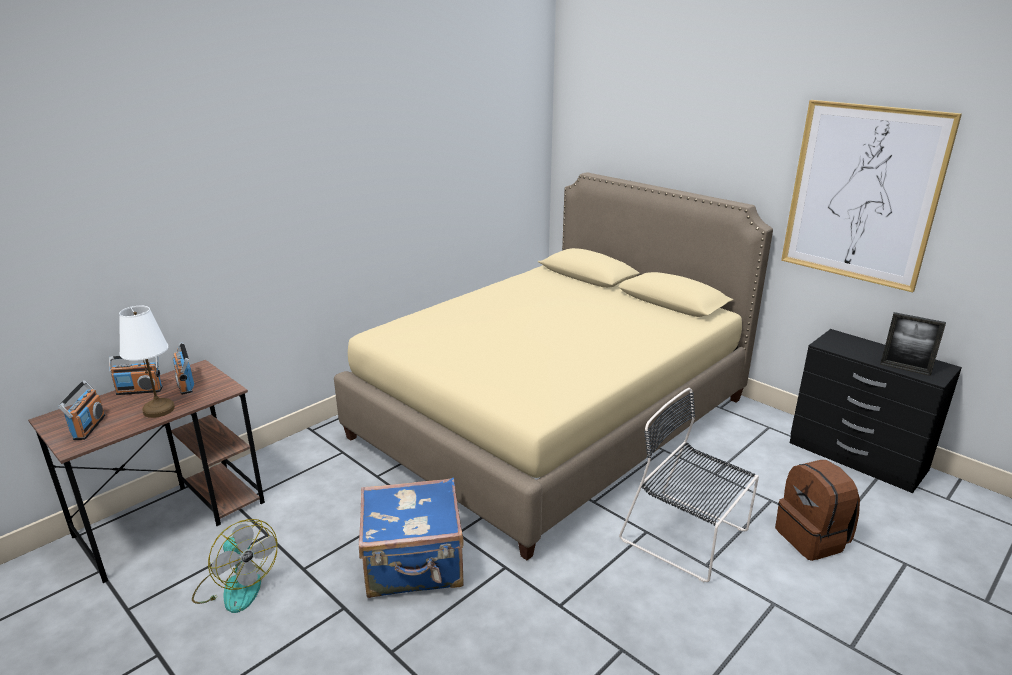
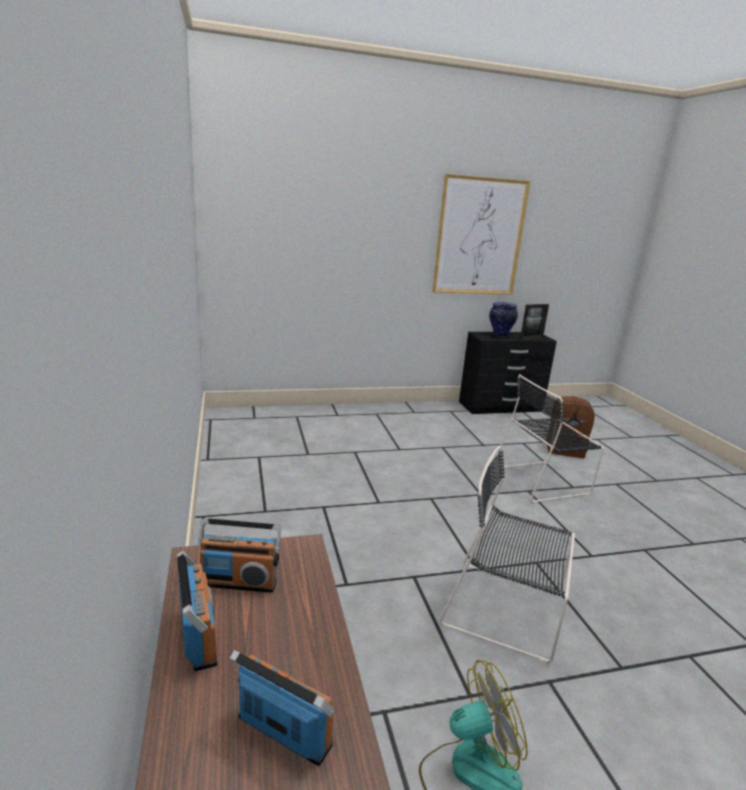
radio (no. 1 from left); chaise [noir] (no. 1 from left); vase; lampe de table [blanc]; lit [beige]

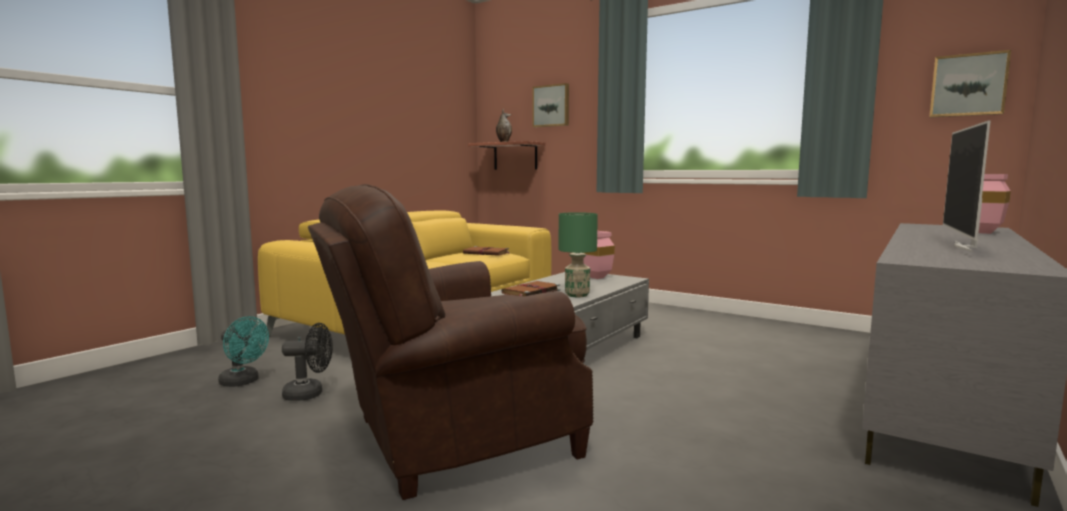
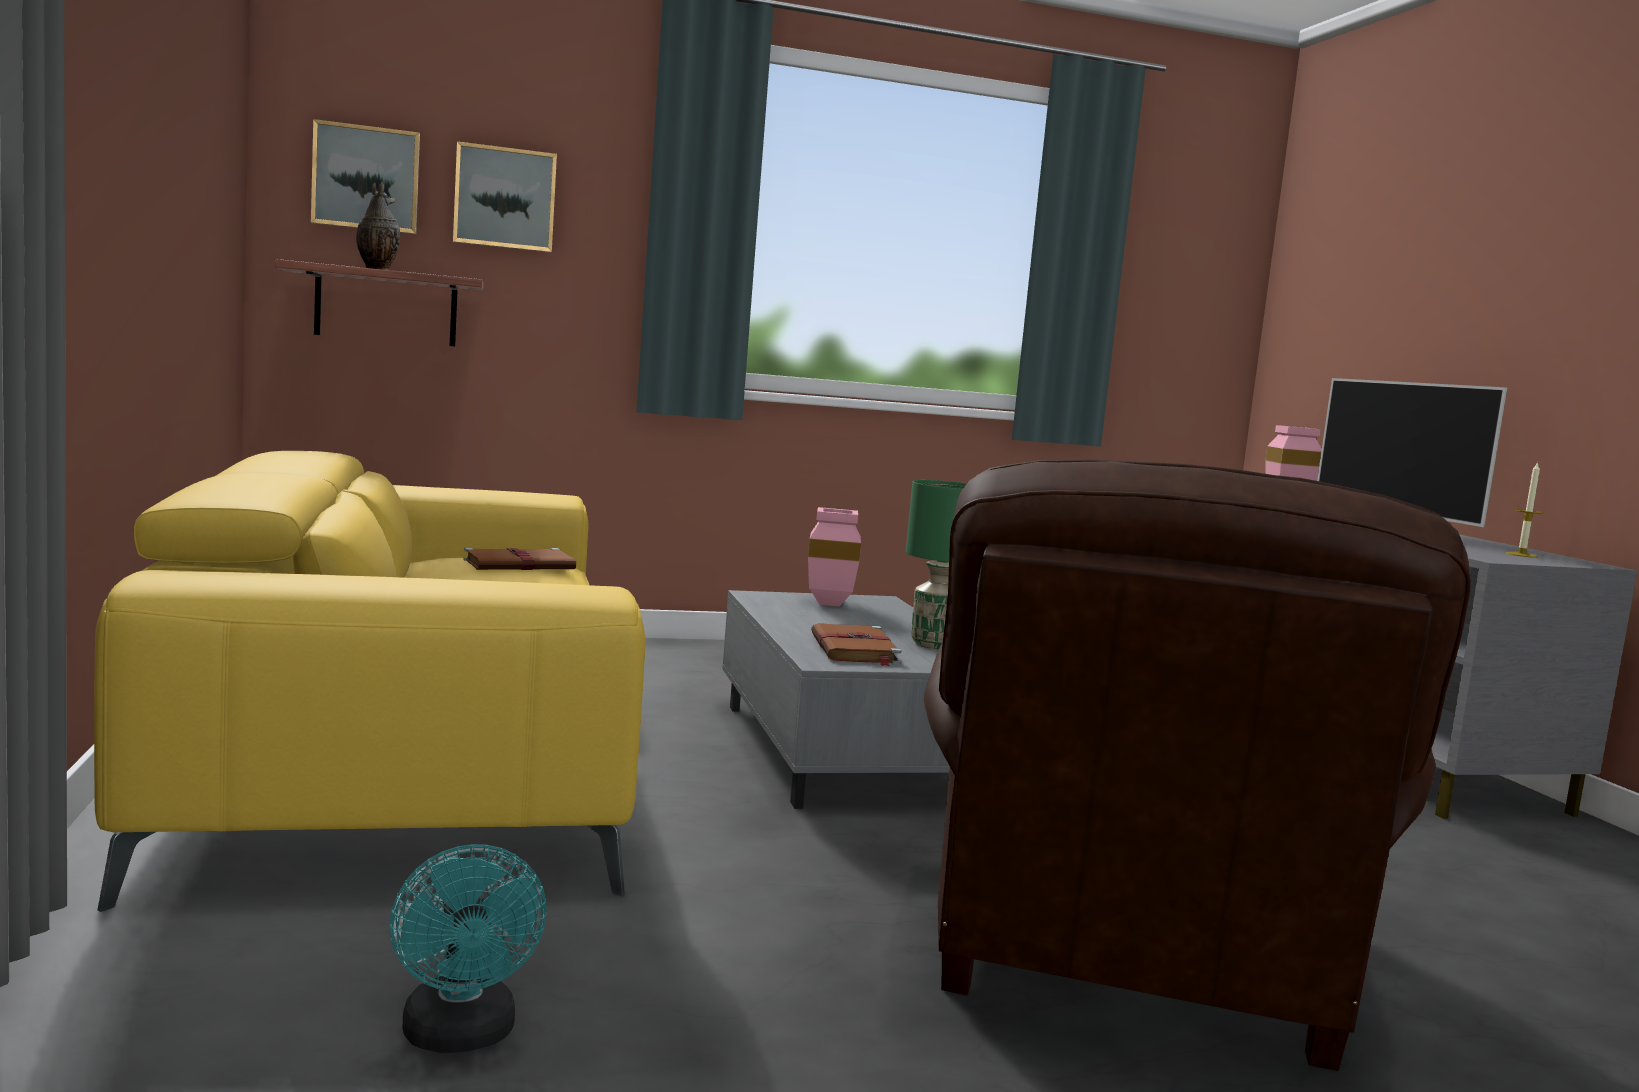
tableau (no. 1 from left); ventilateur [turquoise]; bougie; ventilateur [noir]

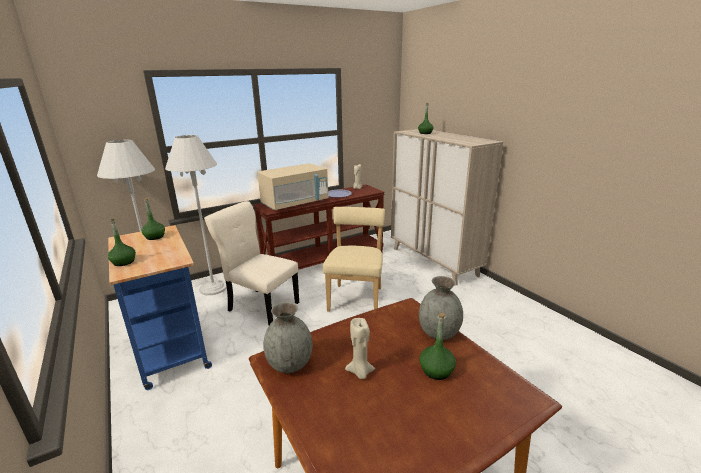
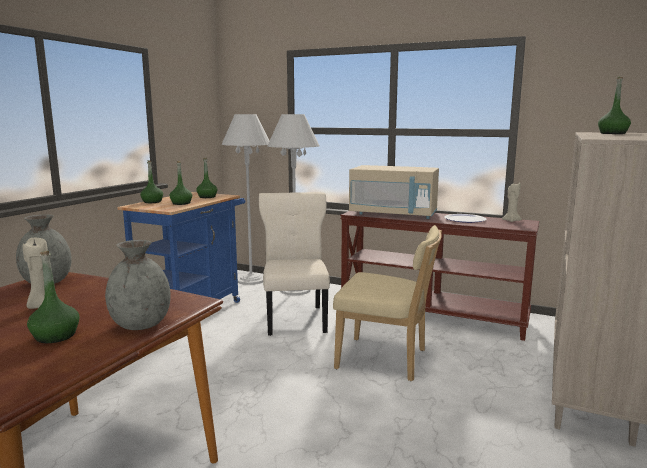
bouteille [vert] (no. 3 from left); chaise [beige] (no. 2 from left)

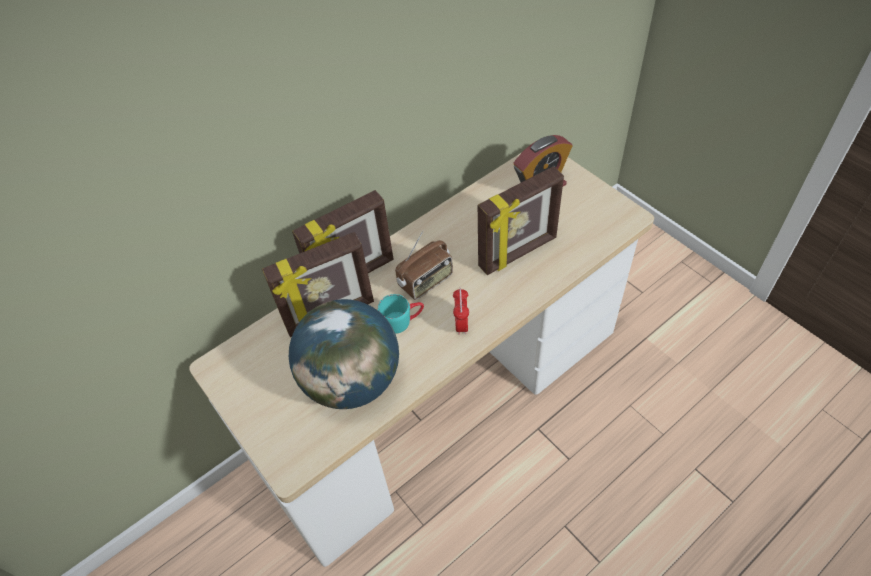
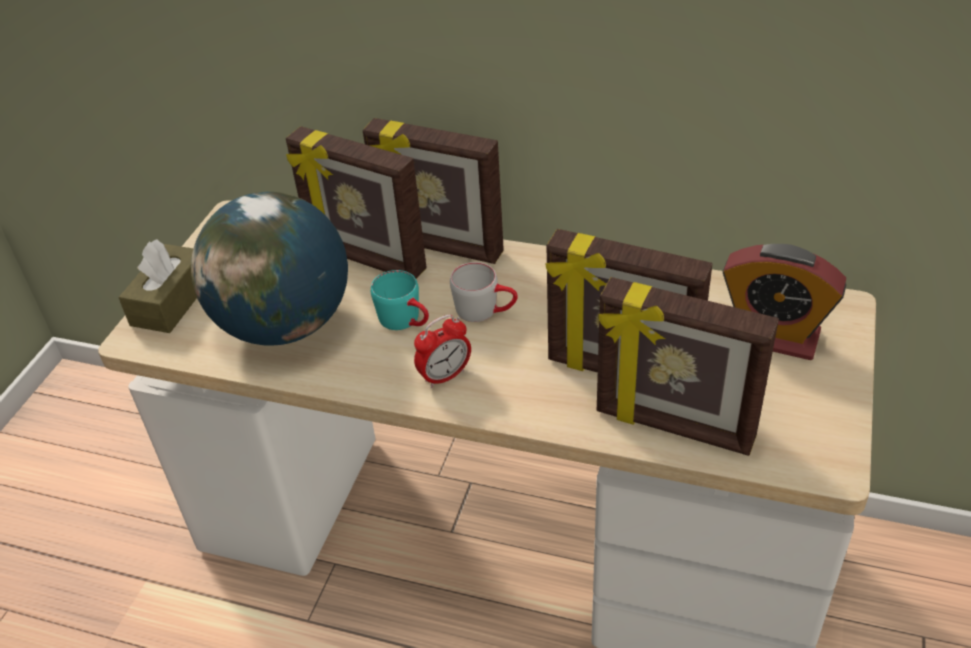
boîte à mouchoirs [marron]; mug [gris]; cadre photo (no. 4 from left)

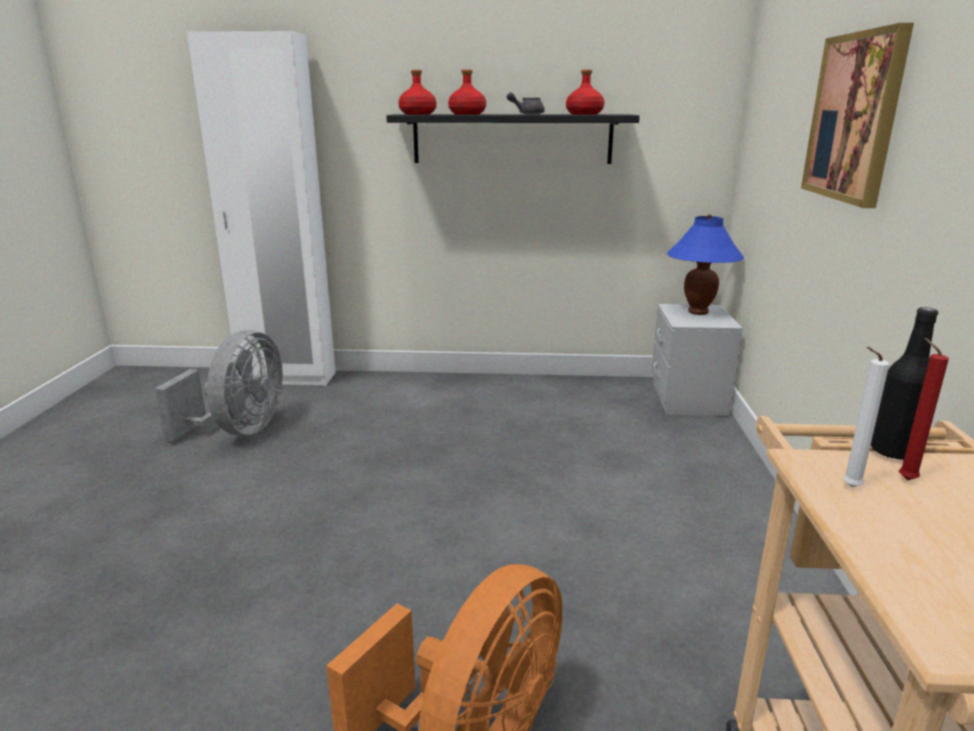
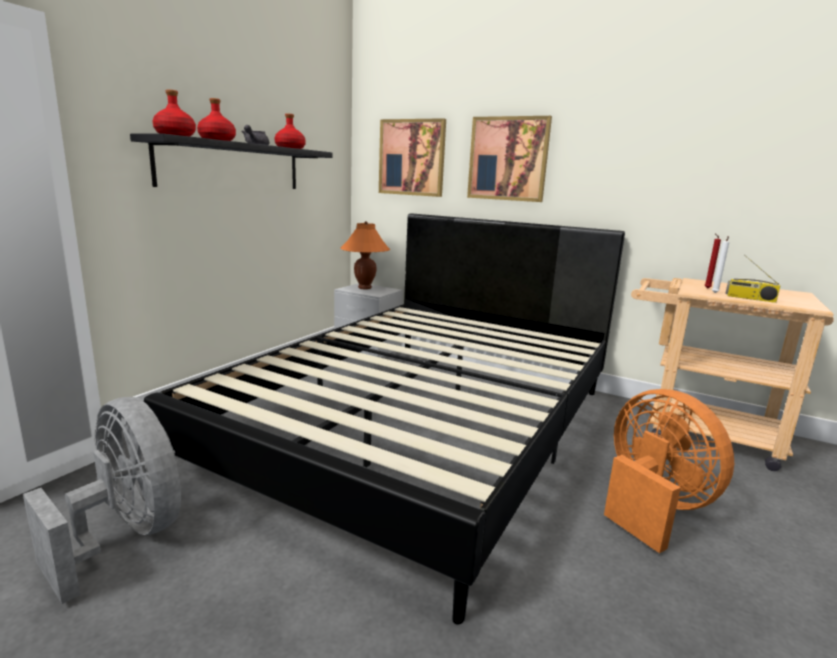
lit [noir]; lampe de table [orange]; tableau (no. 1 from left); radio; bouteille [noir]

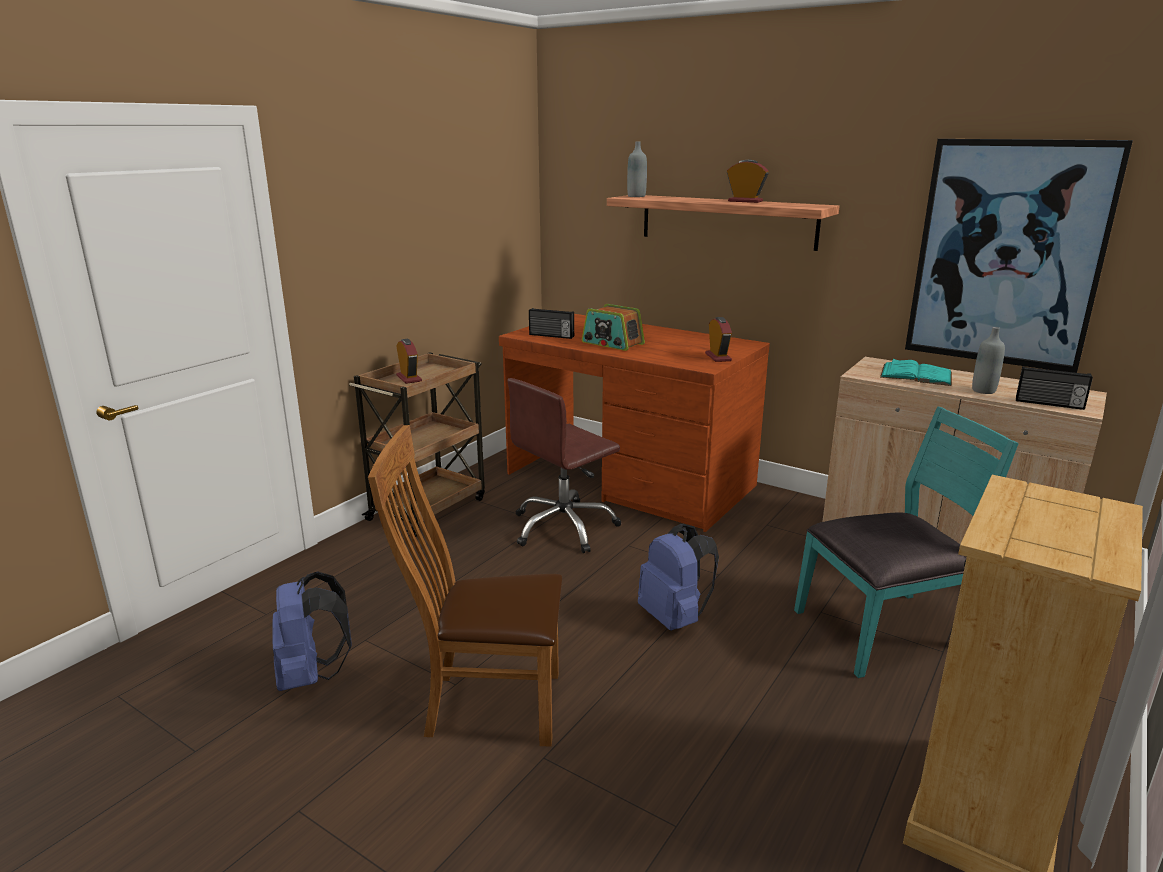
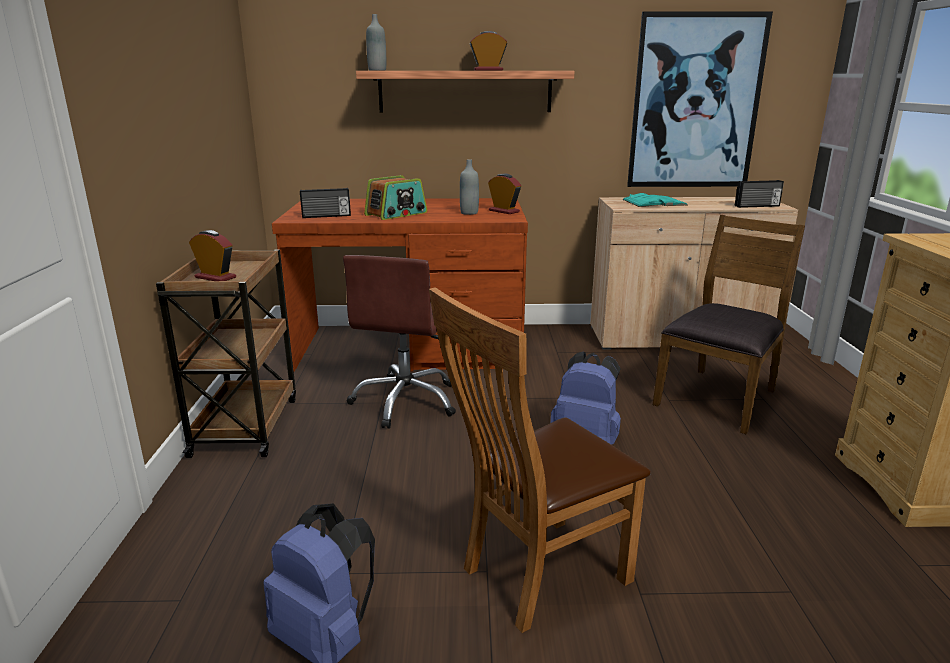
radio (no. 2 from left); bouteille [gris] (no. 2 from left); chaise [marron] (no. 2 from left)

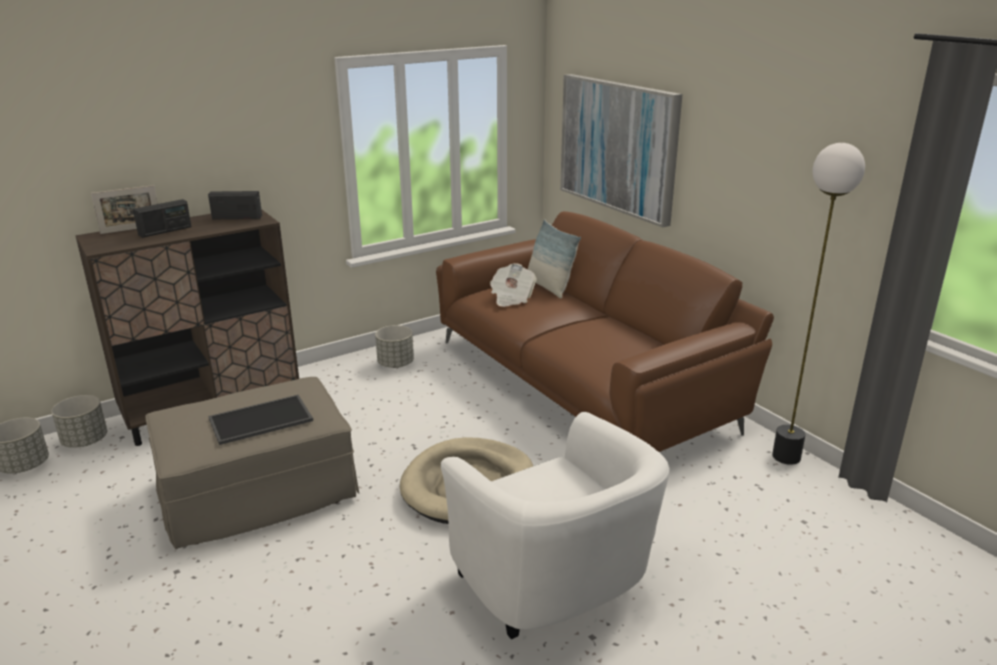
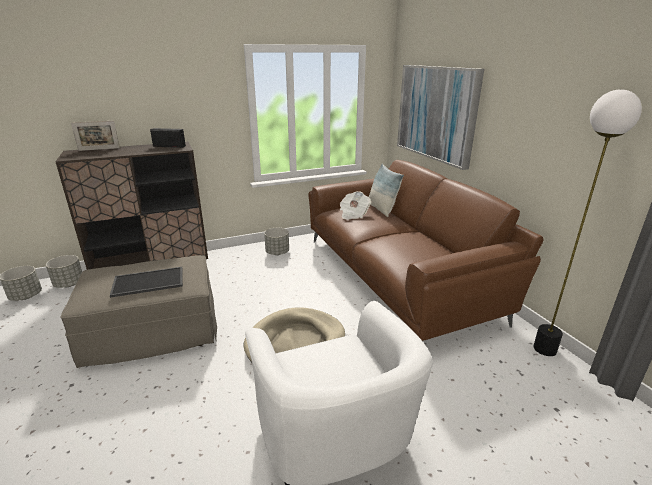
radio (no. 1 from left in the first image)

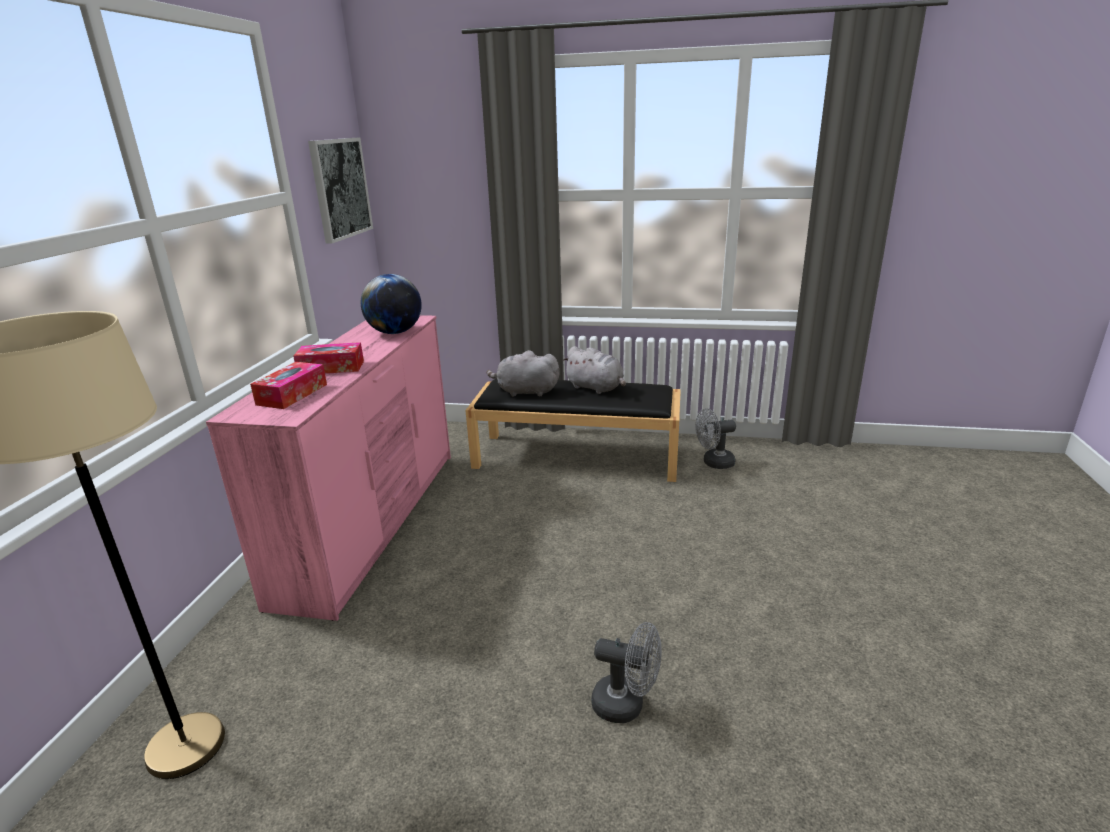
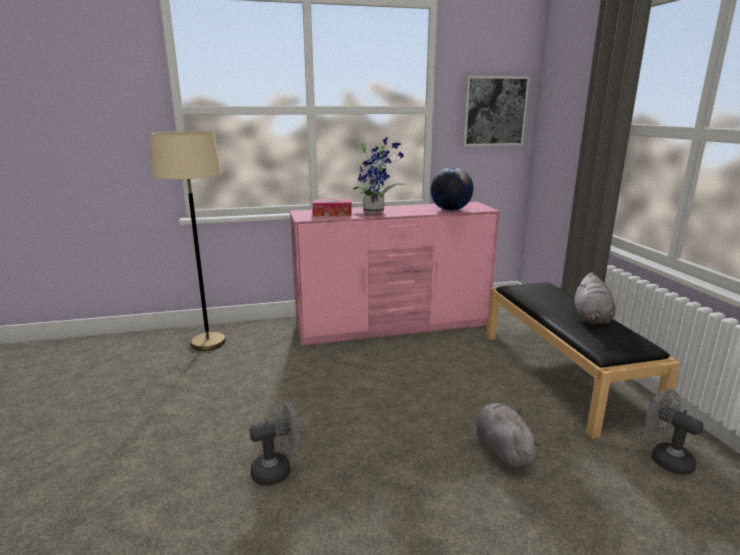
ventilateur [gris] (no. 1 from left); plante en pot; peluche [gris] (no. 1 from left)

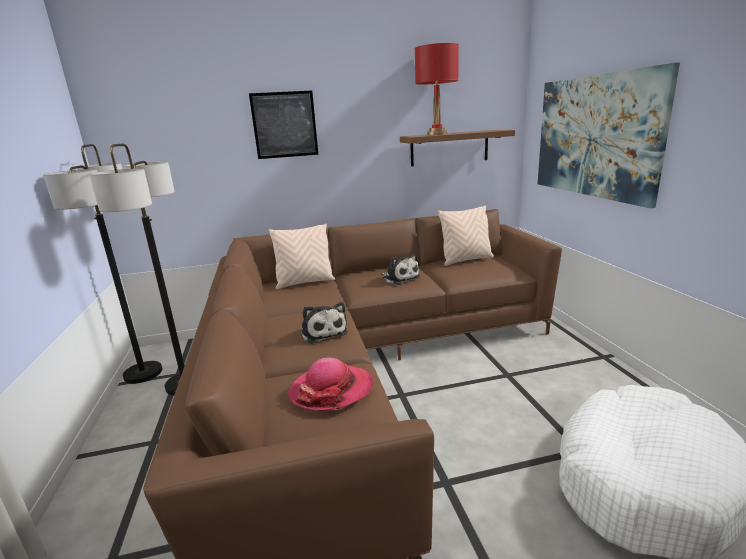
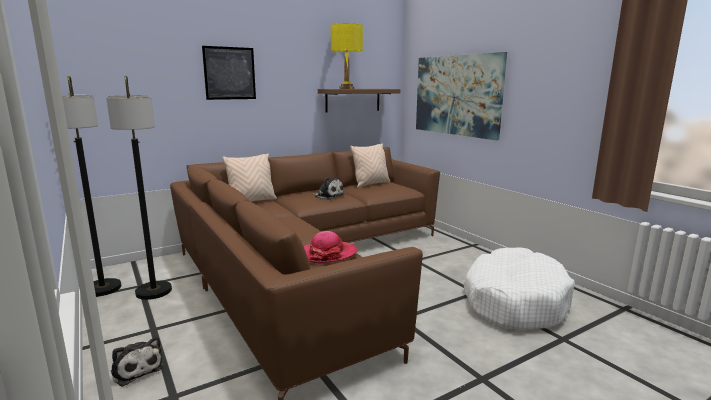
peluche (no. 1 from left); lampe de table [jaune]

